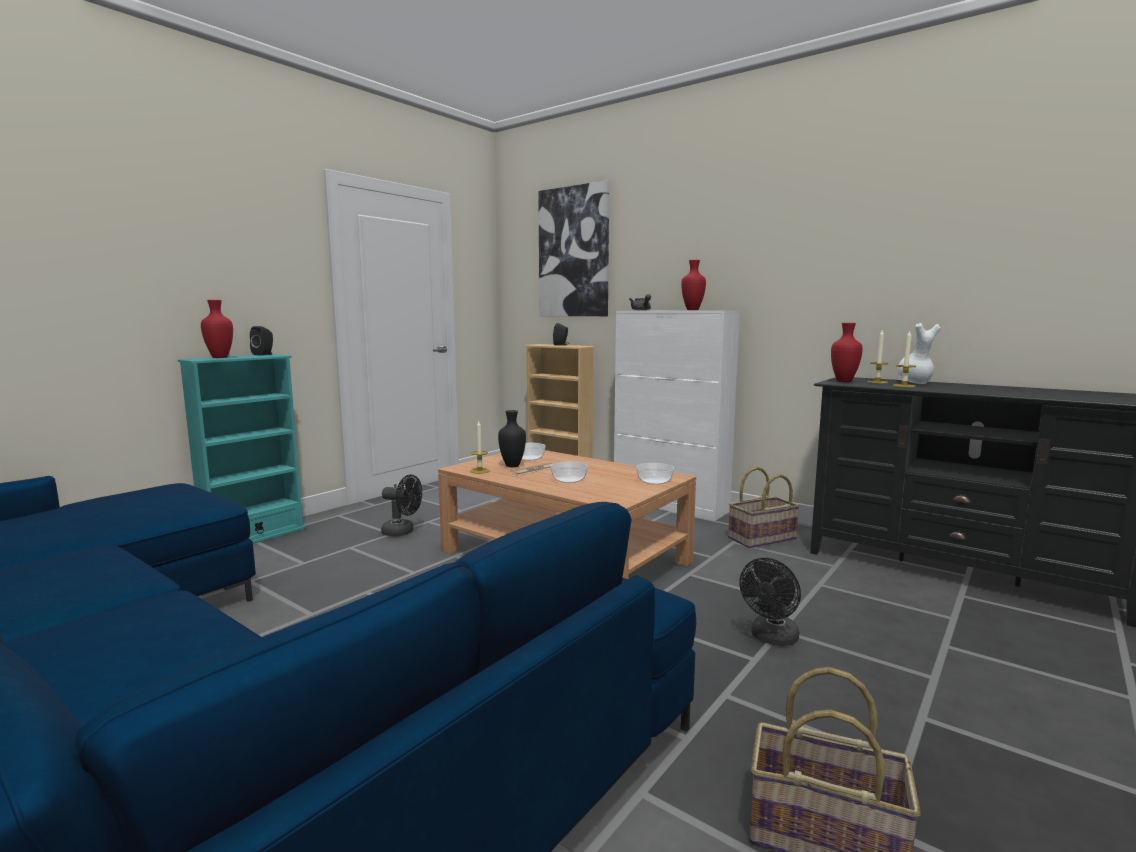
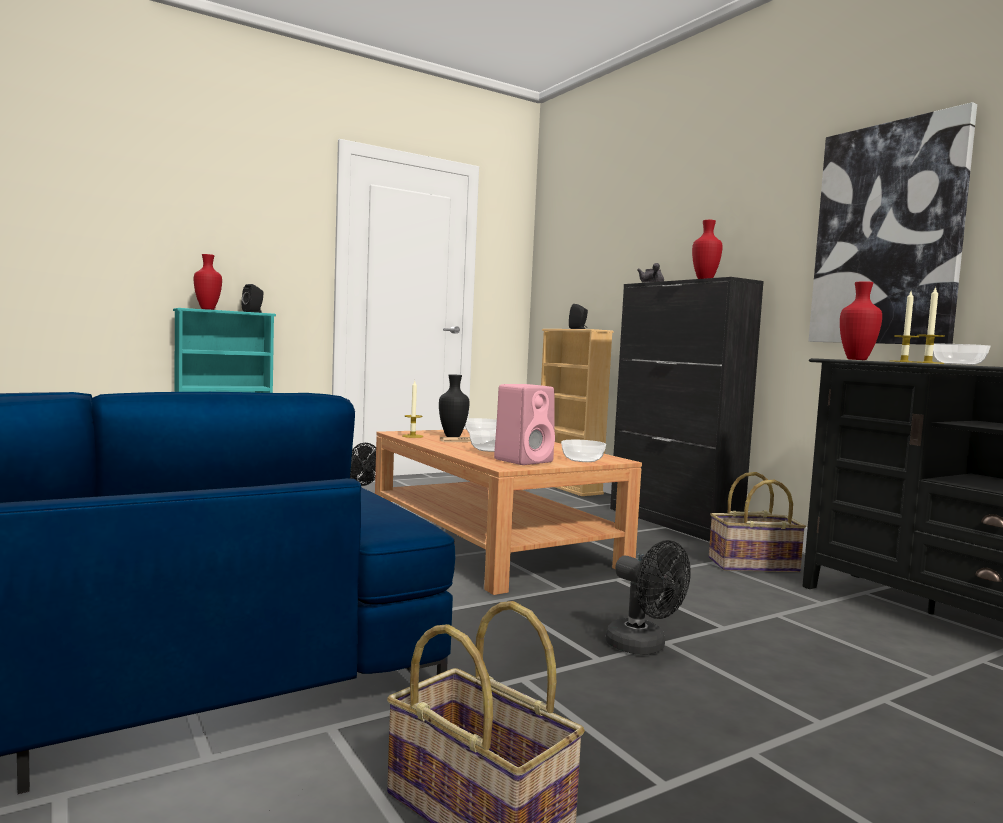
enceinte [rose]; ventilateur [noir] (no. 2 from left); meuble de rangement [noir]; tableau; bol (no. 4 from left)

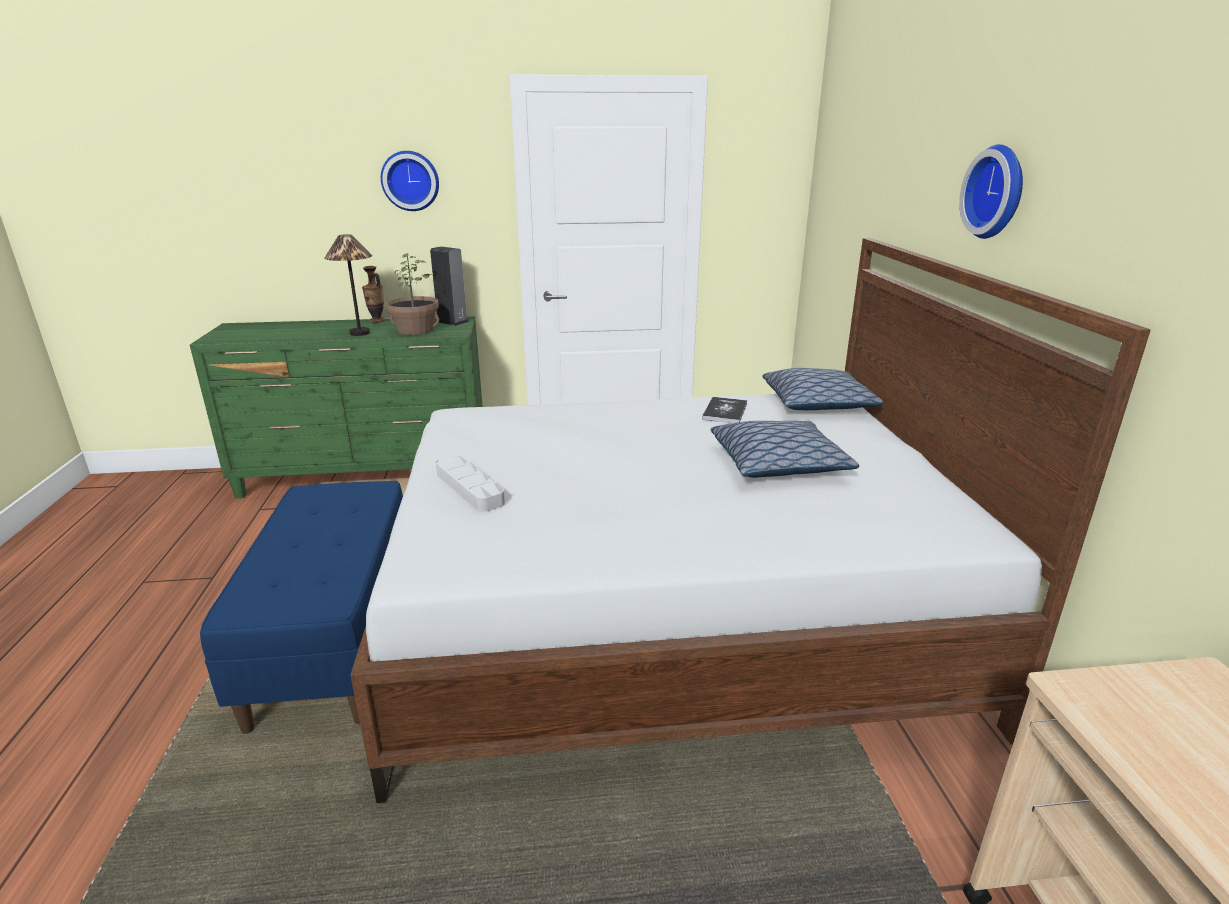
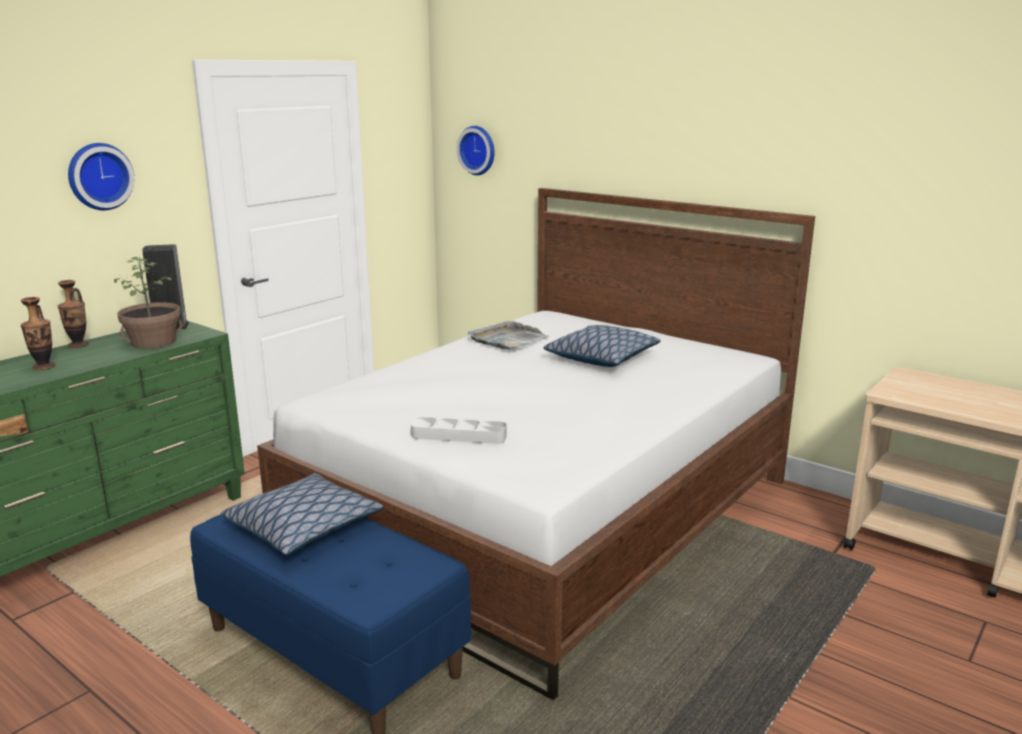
vase (no. 1 from left); coussin (no. 1 from left); horloge murale (no. 2 from left); plateau [gris] (no. 2 from left); lampe de table

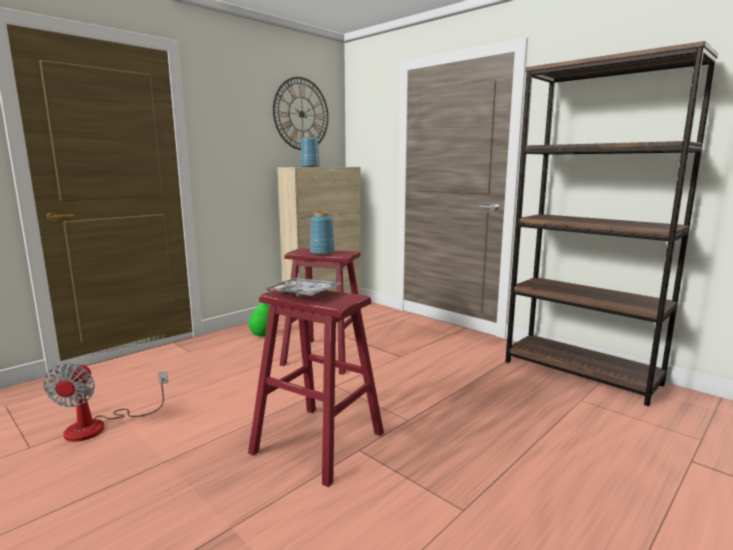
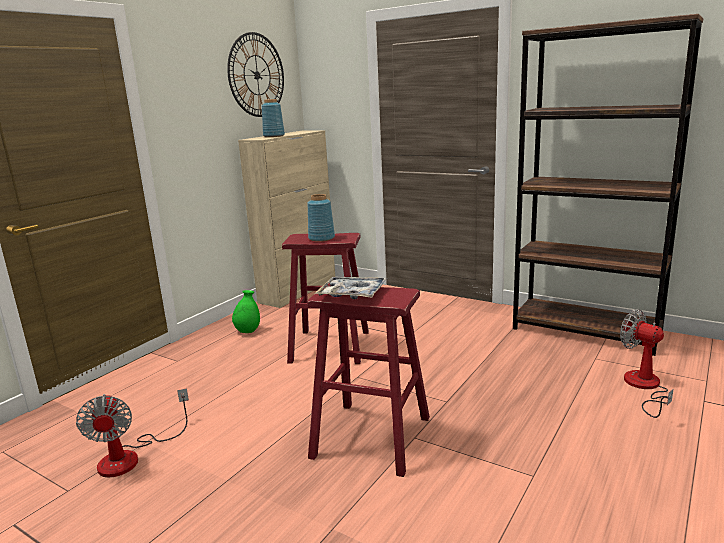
ventilateur (no. 2 from left)

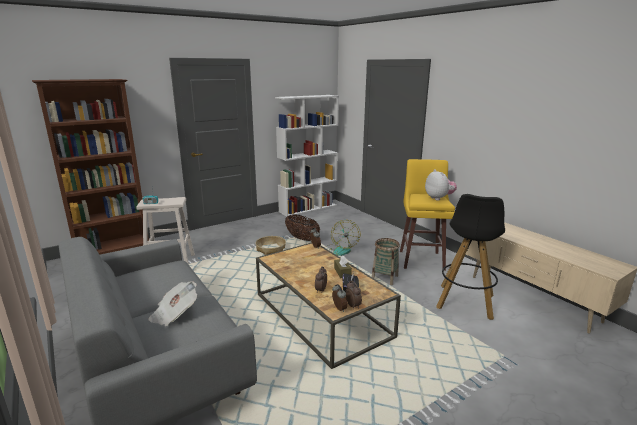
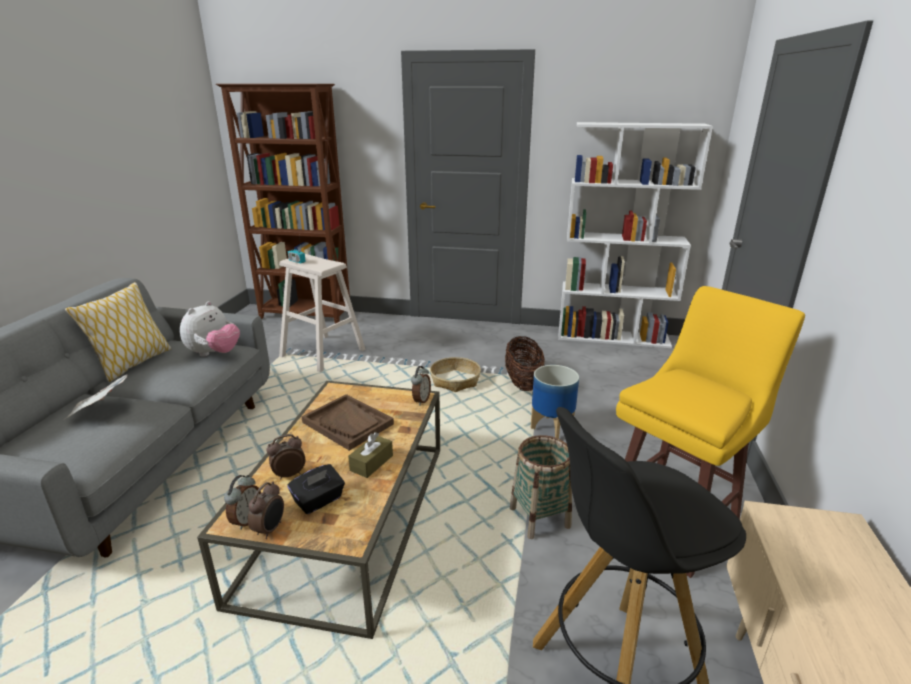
coussin; peluche; plateau [marron]; cache-pot

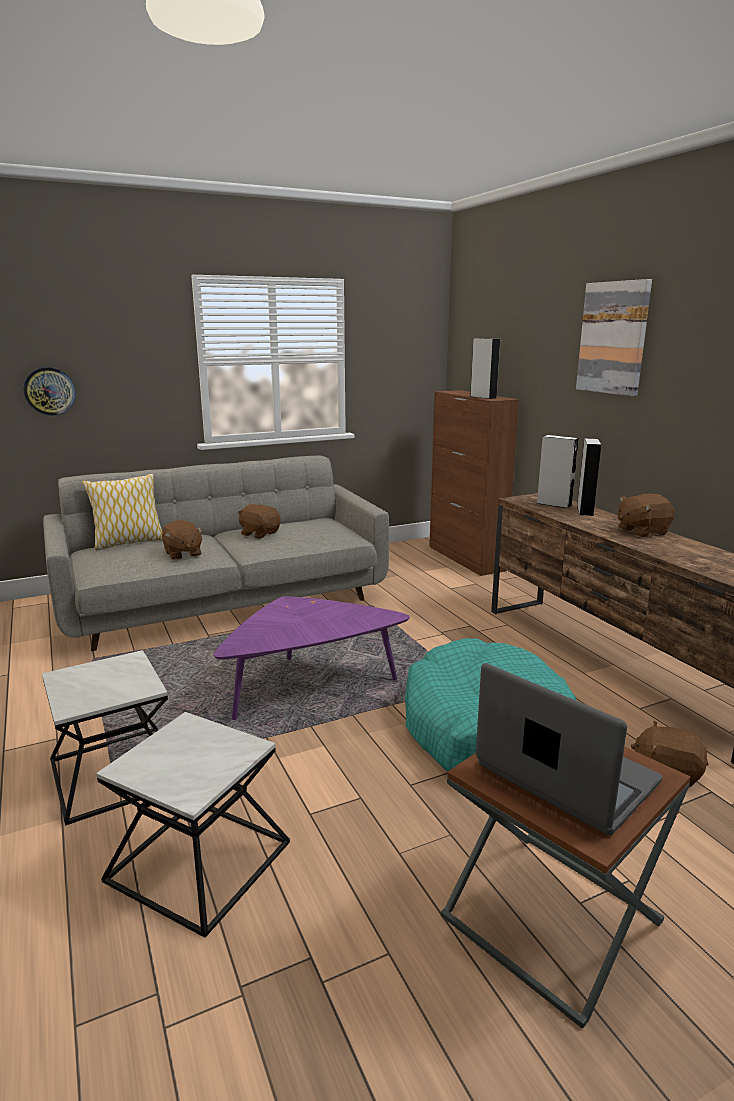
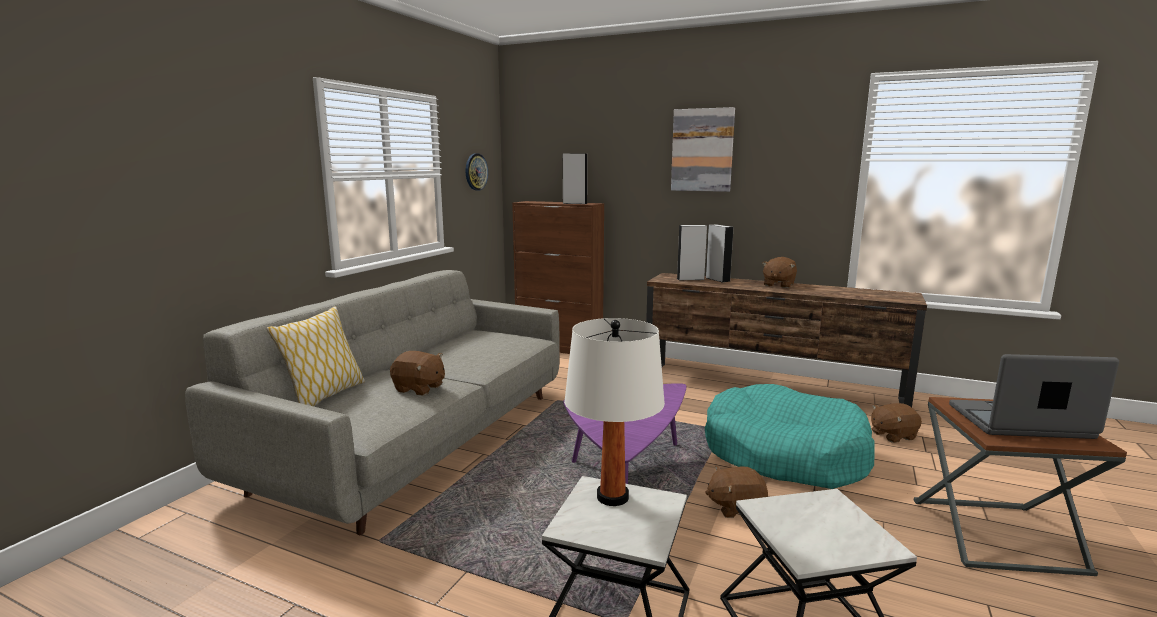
horloge murale; lampe de table [blanc]; peluche [marron] (no. 2 from left)

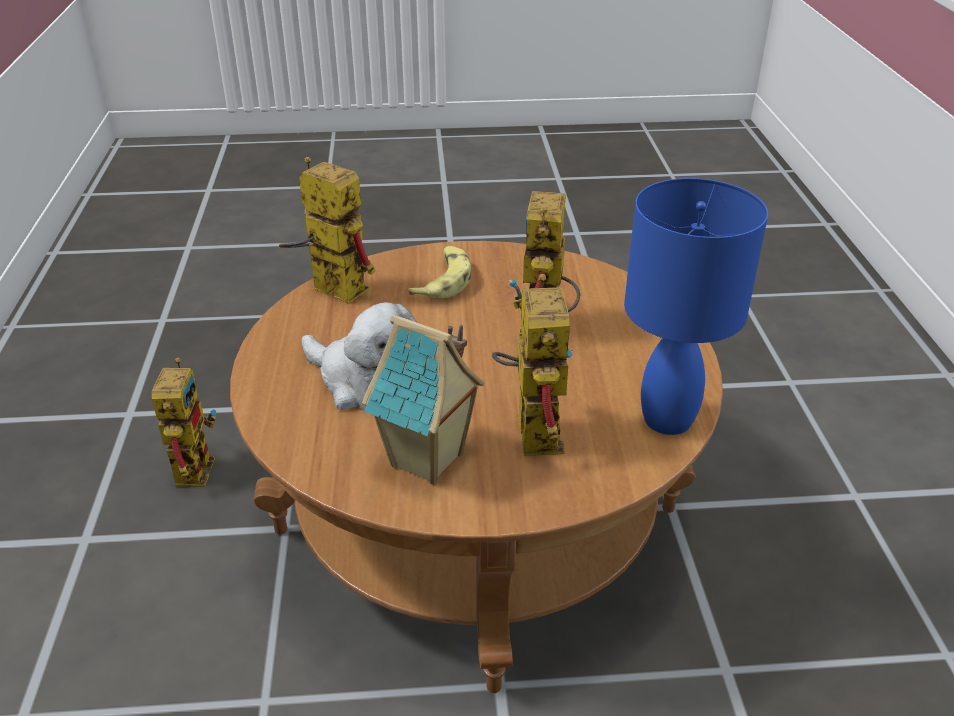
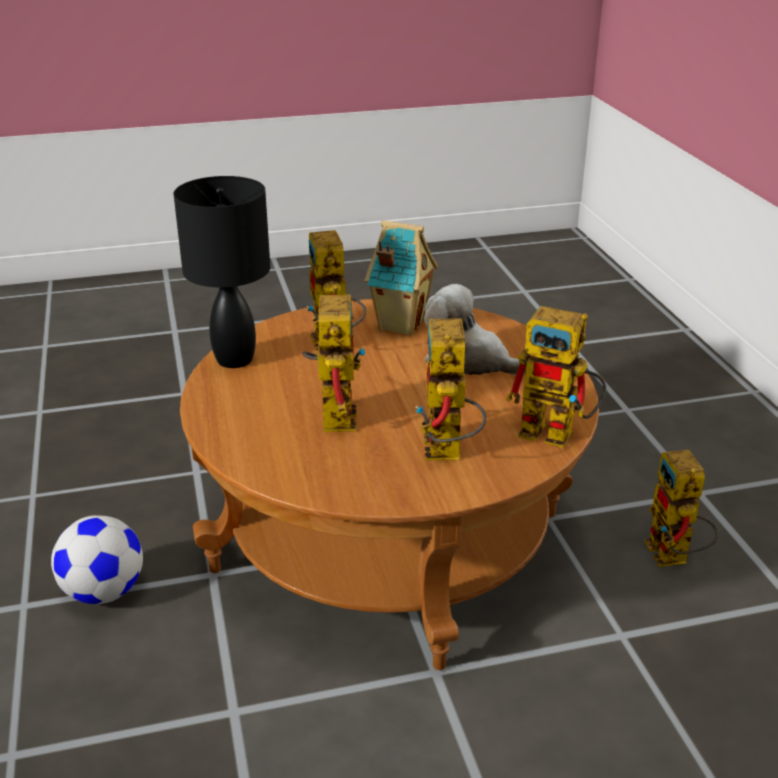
ballon de foot; lampe de table [noir]; robot jouet (no. 3 from left)

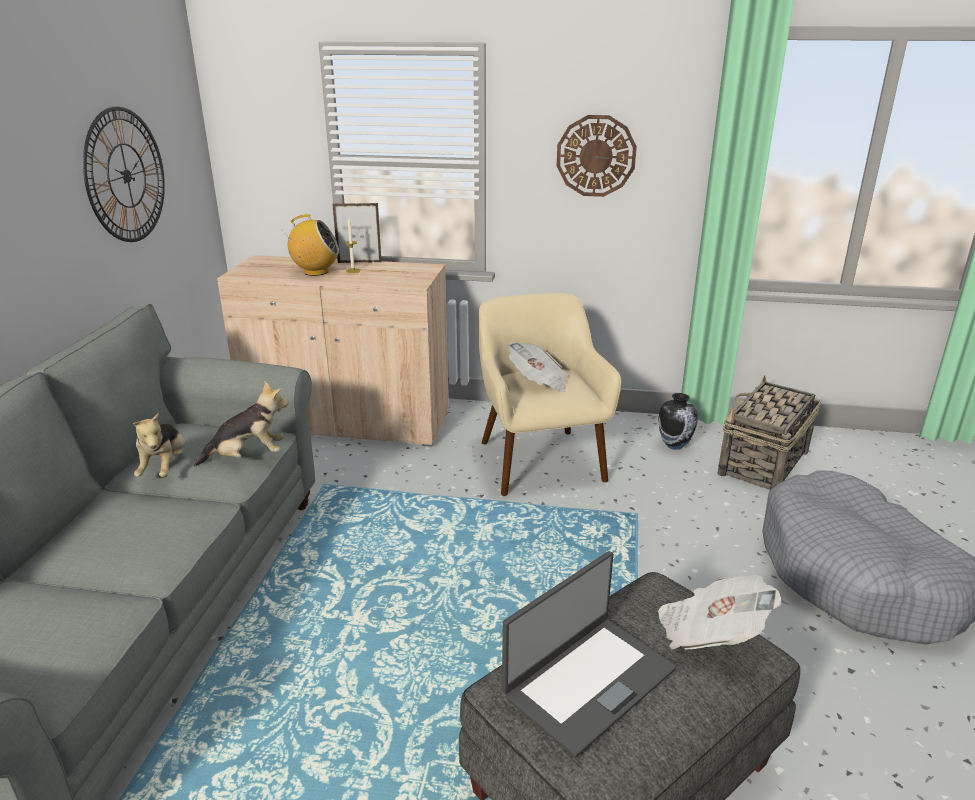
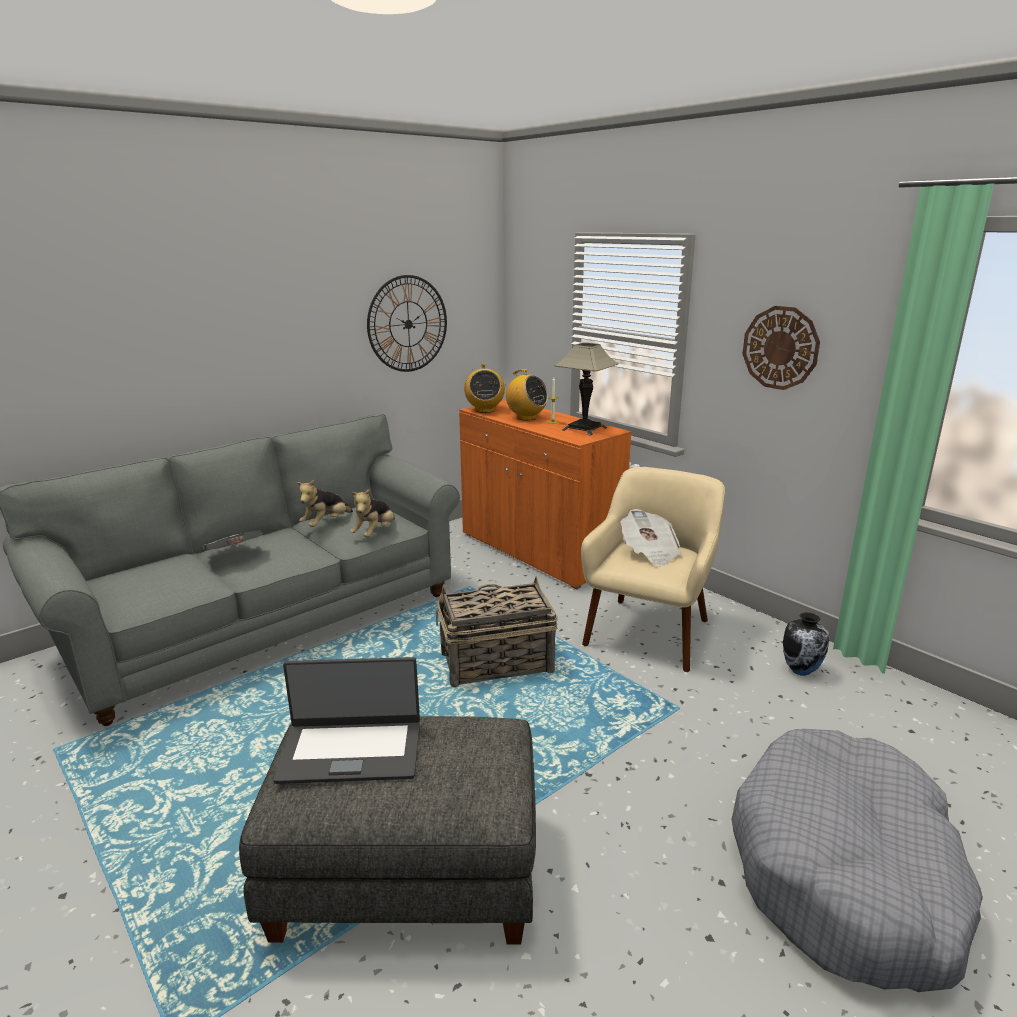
journal (no. 1 from left); peluche (no. 2 from left); panier; meuble de rangement [orange]; radio (no. 1 from left); lampe de table; cadre photo

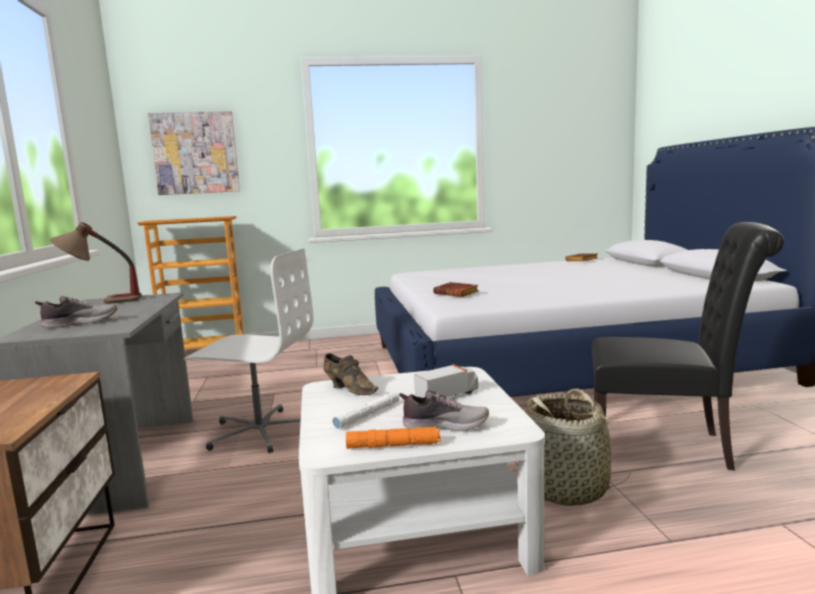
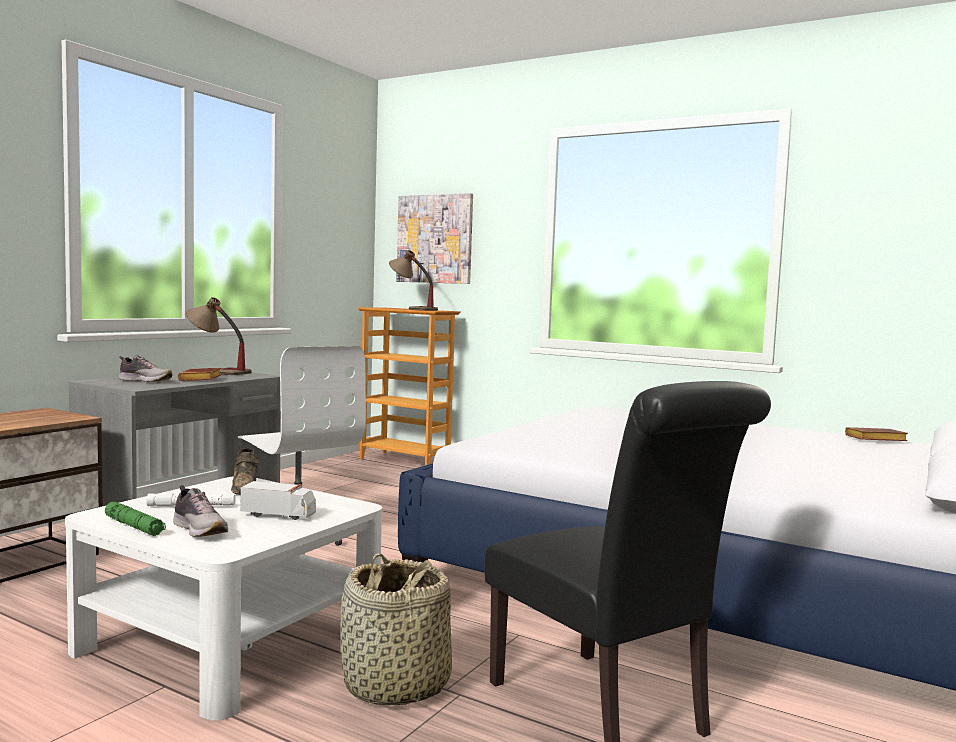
lampe de poche [vert]; livre [marron] (no. 1 from left); lampe de table (no. 2 from left)

